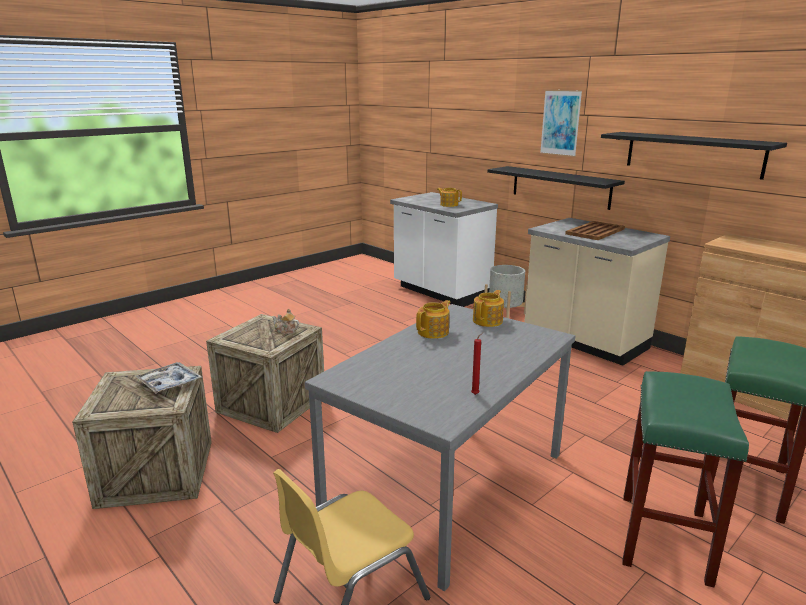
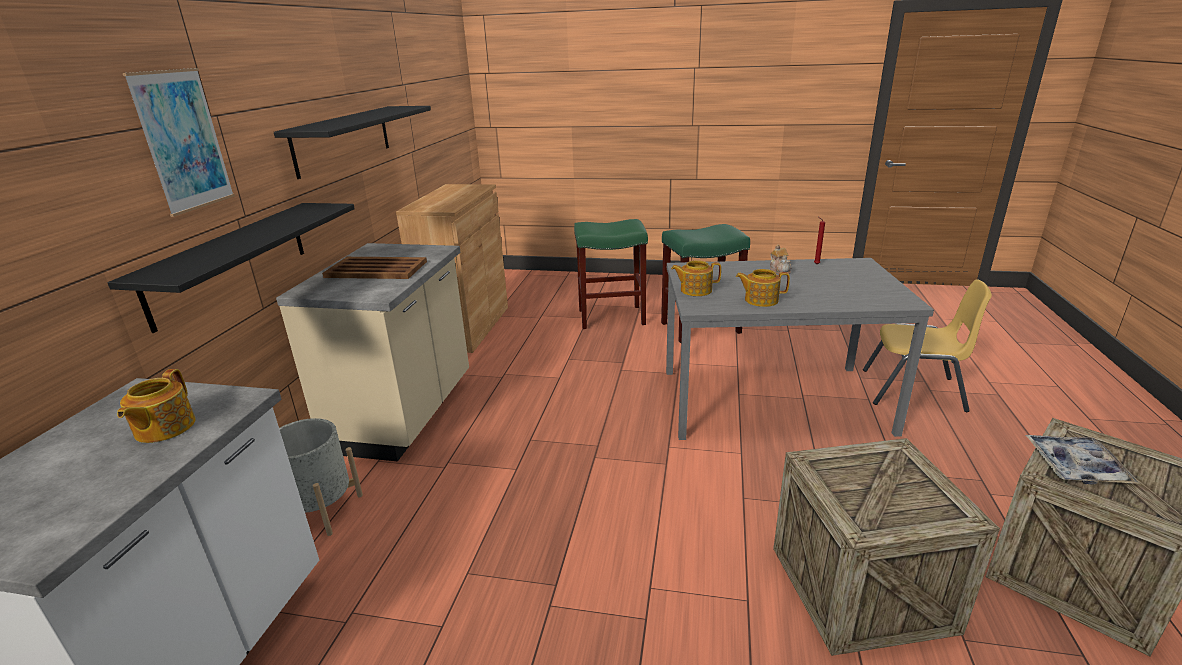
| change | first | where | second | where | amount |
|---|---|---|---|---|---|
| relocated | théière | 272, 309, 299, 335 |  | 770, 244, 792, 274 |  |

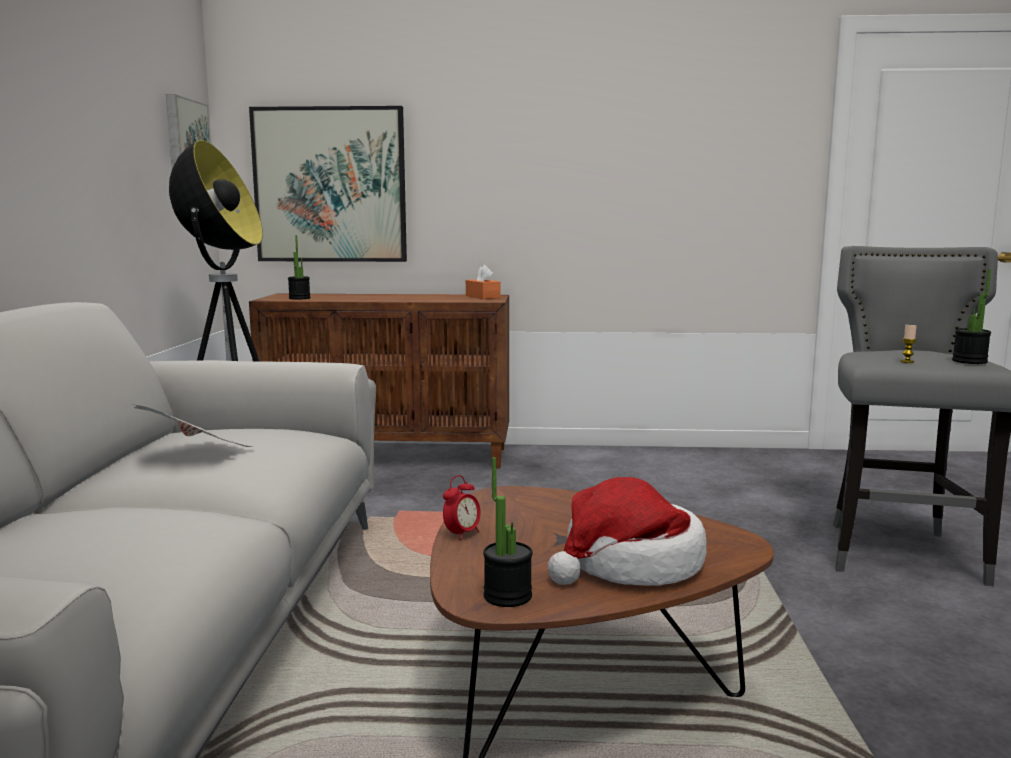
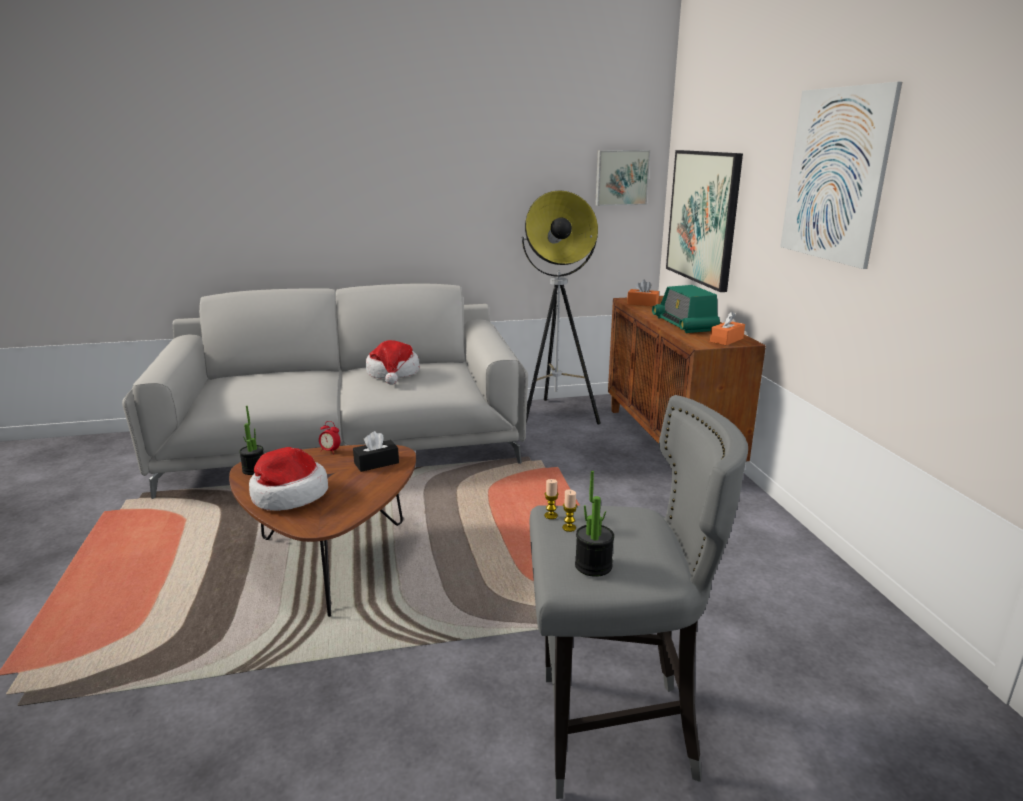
| change | first | where | second | where | amount |
|---|---|---|---|---|---|
| exchanged | journal | 133, 405, 254, 447 | chapeau | 366, 340, 419, 385 |  |
| exchanged | plante en pot | 288, 235, 311, 300 | boîte à mouchoirs [orange] | 627, 280, 659, 306 |  |
| appeared |  |  | boîte à mouchoirs [noir] | 353, 431, 399, 472 |  |
| appeared |  |  | bougie | 544, 479, 558, 519 |  |
| appeared |  |  | radio | 652, 285, 720, 333 |  |
| appeared |  |  | tableau | 780, 82, 902, 269 |  |

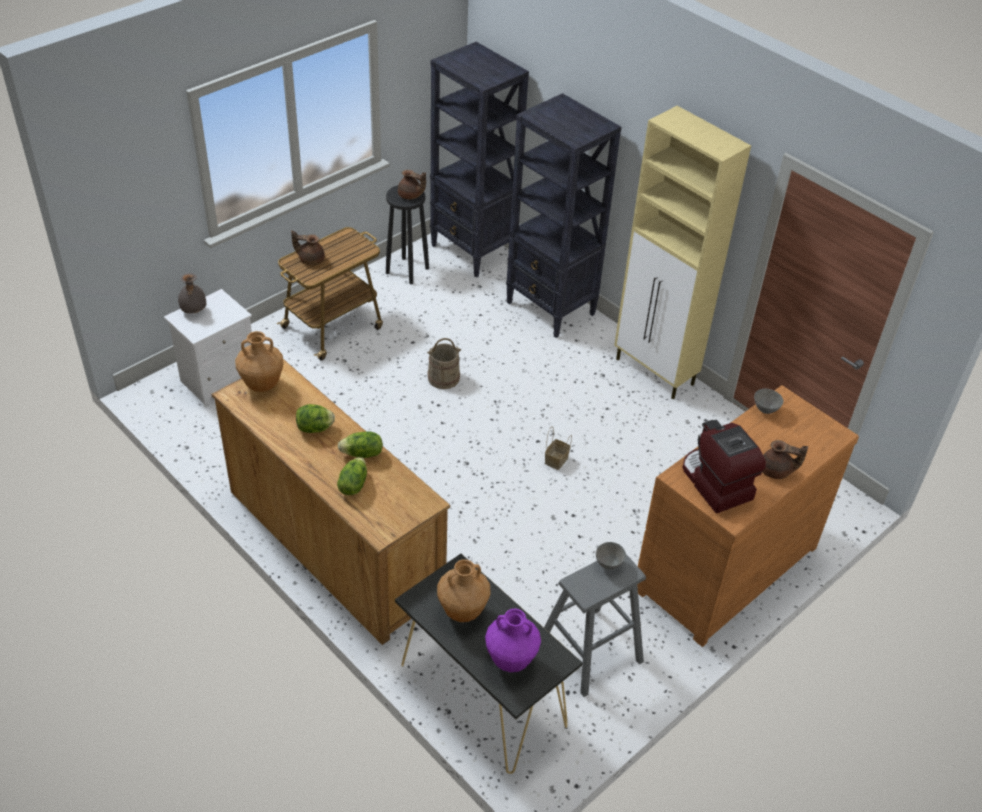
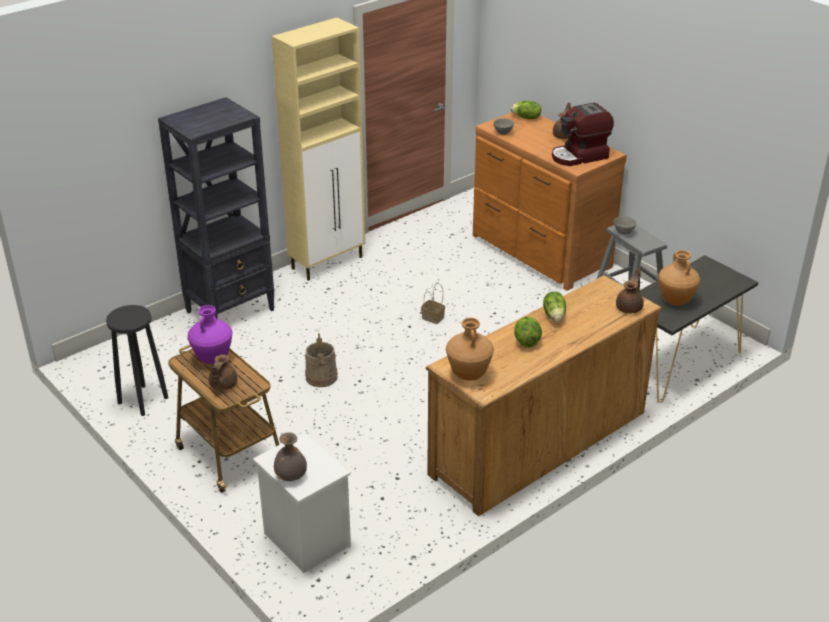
| change | first | where | second | where | amount |
|---|---|---|---|---|---|
| relocated | laitue | 337, 457, 367, 495 |  | 511, 101, 541, 119 |  |
| relocated | théière [marron] | 398, 170, 426, 199 |  | 616, 268, 644, 313 |  |
| missing | bibliothèque [noir] | 430, 42, 529, 278 |  |  |  |
| relocated | vase [violet] | 485, 608, 541, 672 |  | 187, 305, 233, 364 |  |

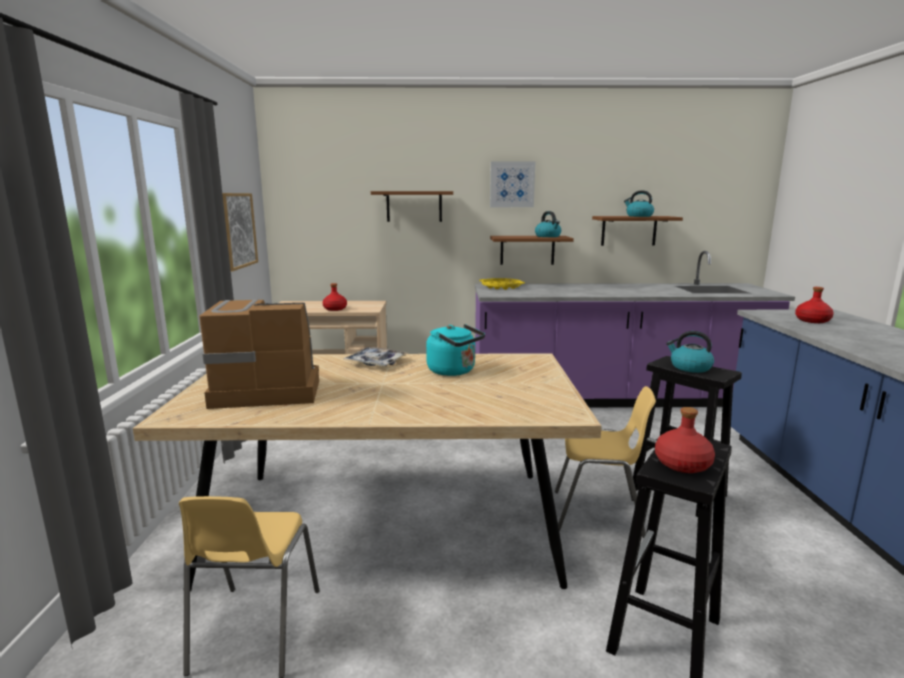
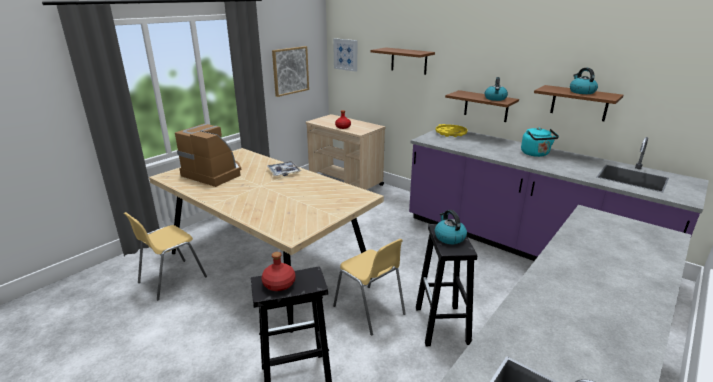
| change | first | where | second | where | amount |
|---|---|---|---|---|---|
| relocated | bouilloire [turquoise] | 426, 324, 485, 376 |  | 521, 127, 559, 157 |  |
| relocated | tableau | 490, 162, 535, 207 |  | 333, 38, 357, 72 |  |
| missing | bouteille [rouge] | 795, 287, 834, 323 |  |  |  |

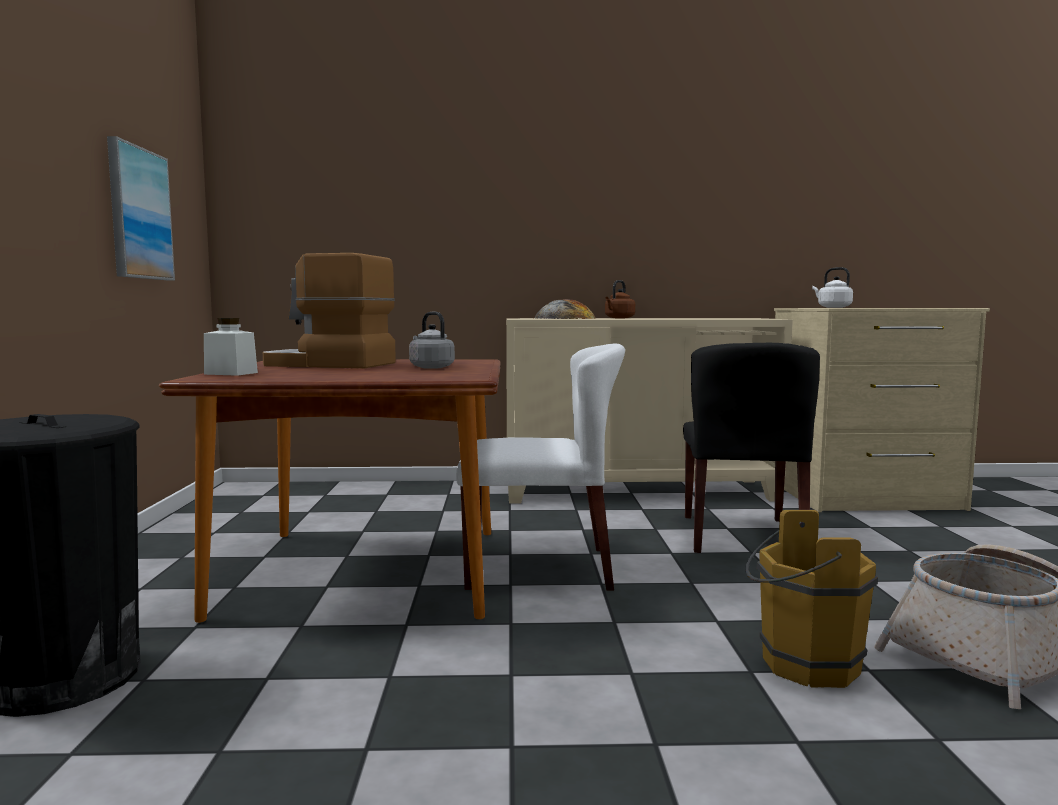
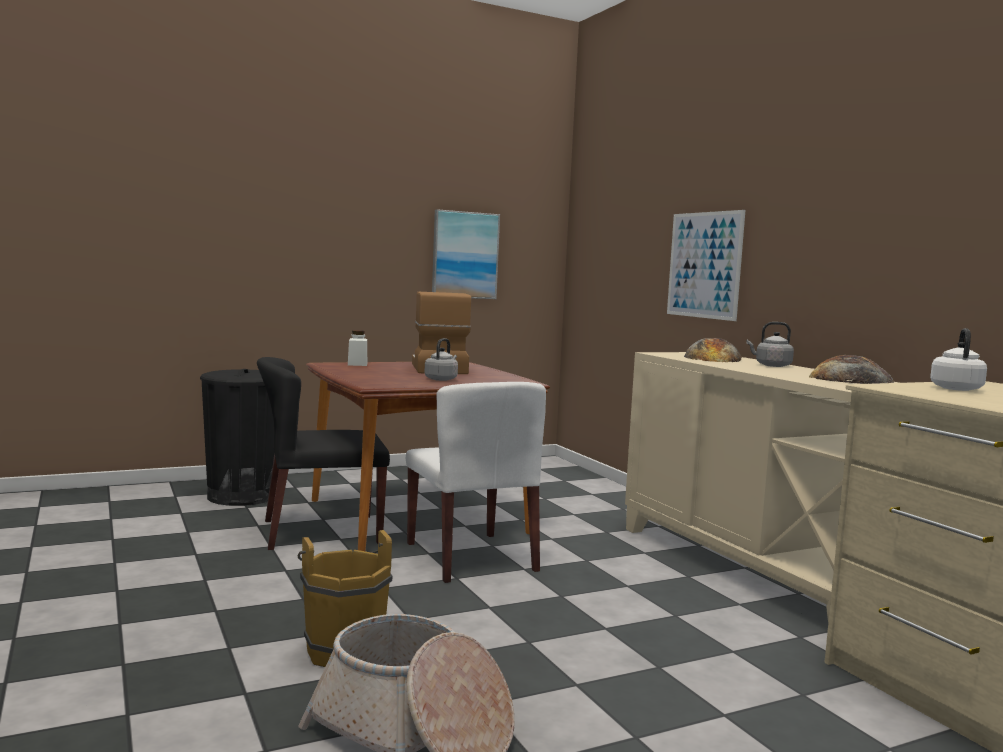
| change | first | where | second | where | amount |
|---|---|---|---|---|---|
| colour | bouilloire [marron] | 605, 280, 635, 318 | bouilloire [gris] | 746, 322, 794, 367 |  |
| relocated | chaise [noir] | 683, 343, 820, 553 |  | 257, 357, 390, 550 |  |
| appeared |  |  | tableau | 667, 210, 745, 321 |  |
| appeared |  |  | pain | 809, 355, 894, 384 |  |

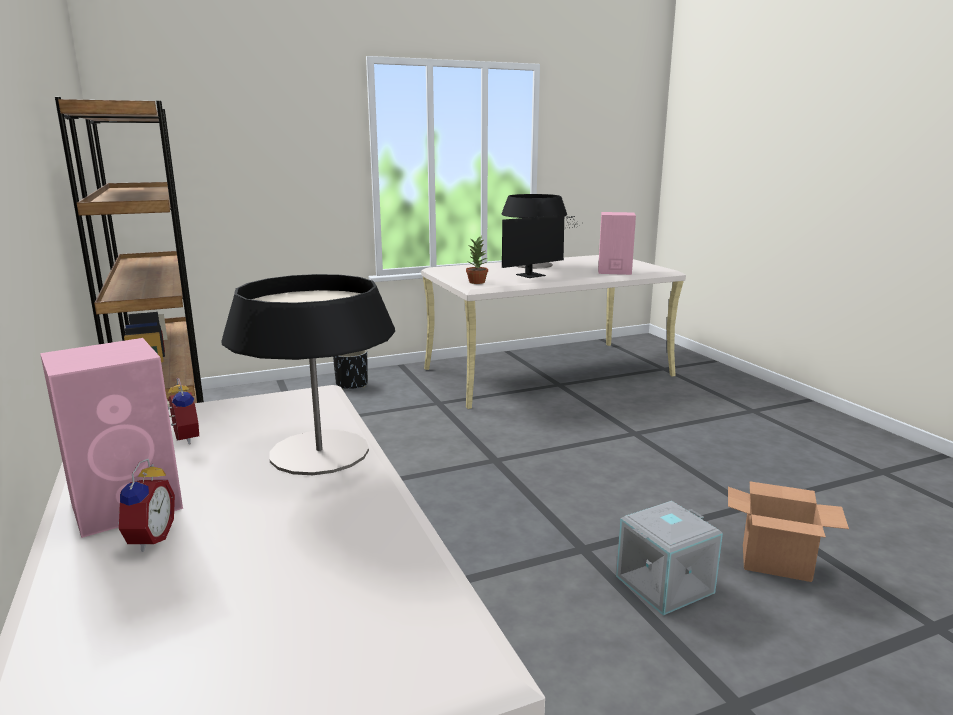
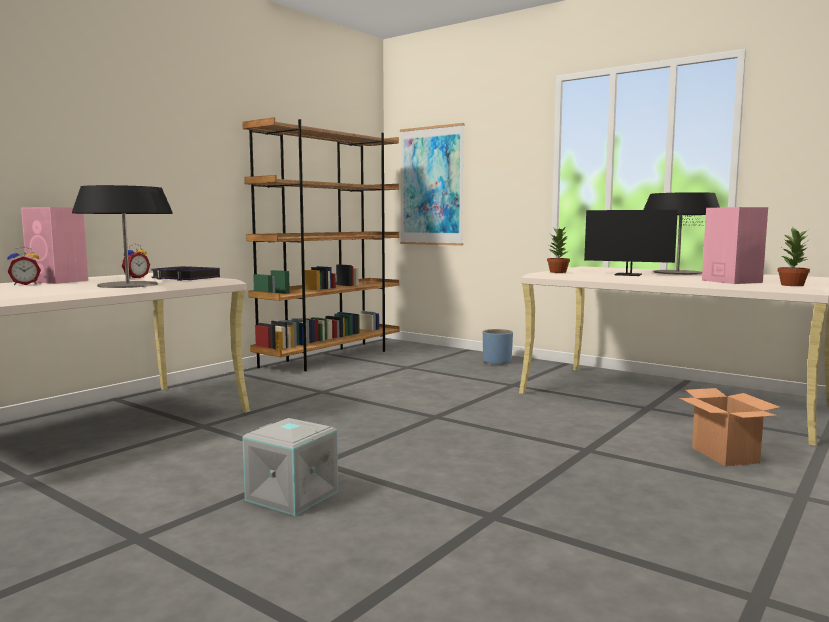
| change | first | where | second | where | amount |
|---|---|---|---|---|---|
| colour | cache-pot [noir] | 333, 350, 368, 390 | cache-pot [bleu] | 483, 329, 513, 365 |  |
| relocated | carton | 728, 481, 849, 582 |  | 679, 388, 781, 466 |  |
| appeared |  |  | livre | 151, 266, 220, 281 |  |
| appeared |  |  | tableau | 400, 123, 464, 246 |  |
| appeared |  |  | plante en pot | 778, 228, 810, 286 |  |

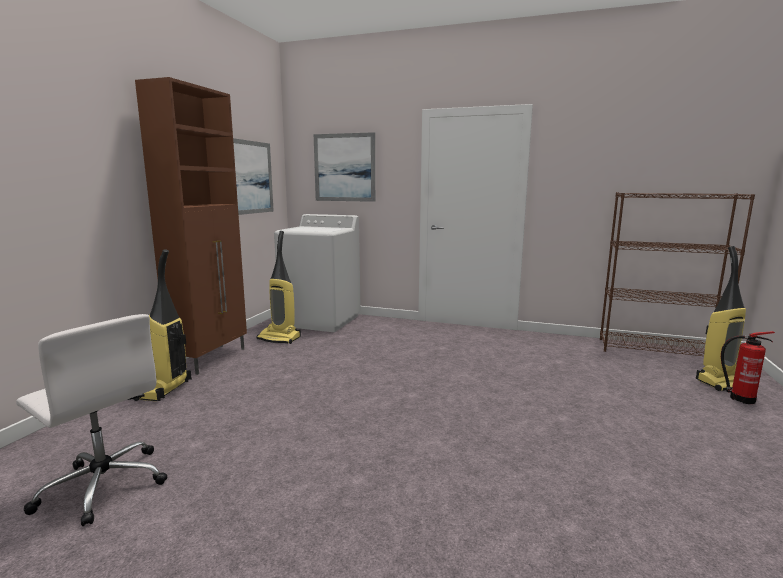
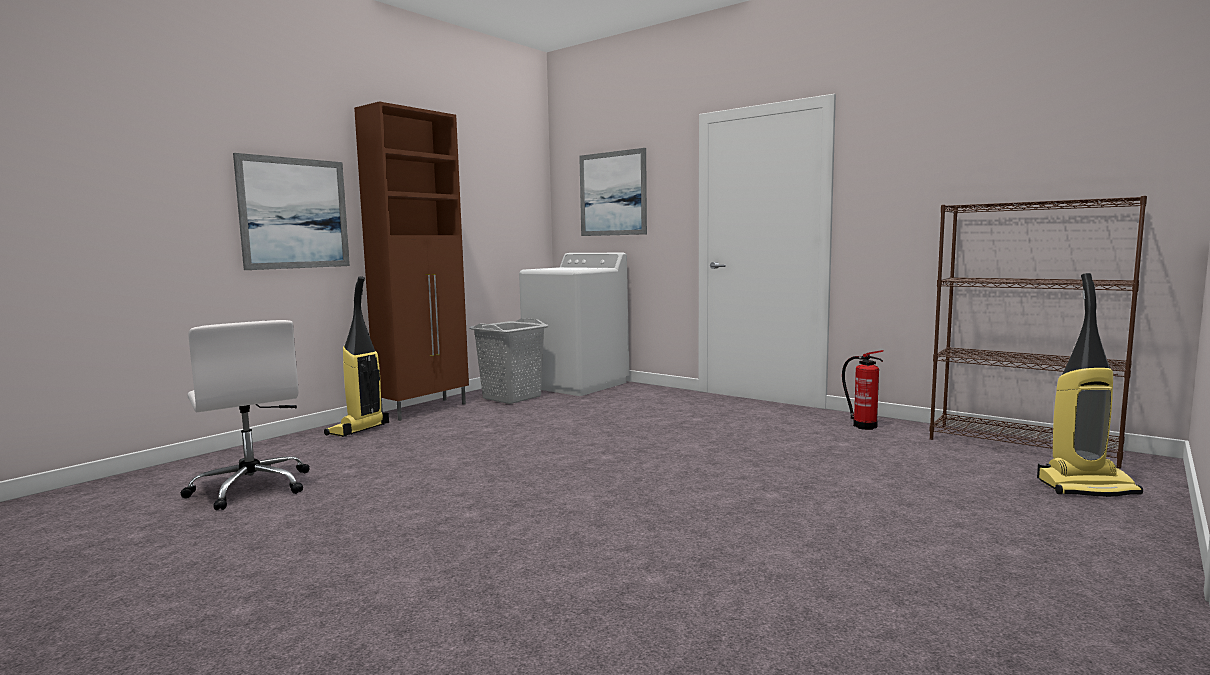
| change | first | where | second | where | amount |
|---|---|---|---|---|---|
| relocated | tableau | 233, 138, 274, 215 |  | 233, 153, 350, 270 |  |
| exchanged | aspirateur | 256, 231, 301, 344 | panier à linge [gris] | 470, 318, 549, 404 |  |
| relocated | extincteur | 721, 331, 775, 404 |  | 842, 350, 884, 430 |  |

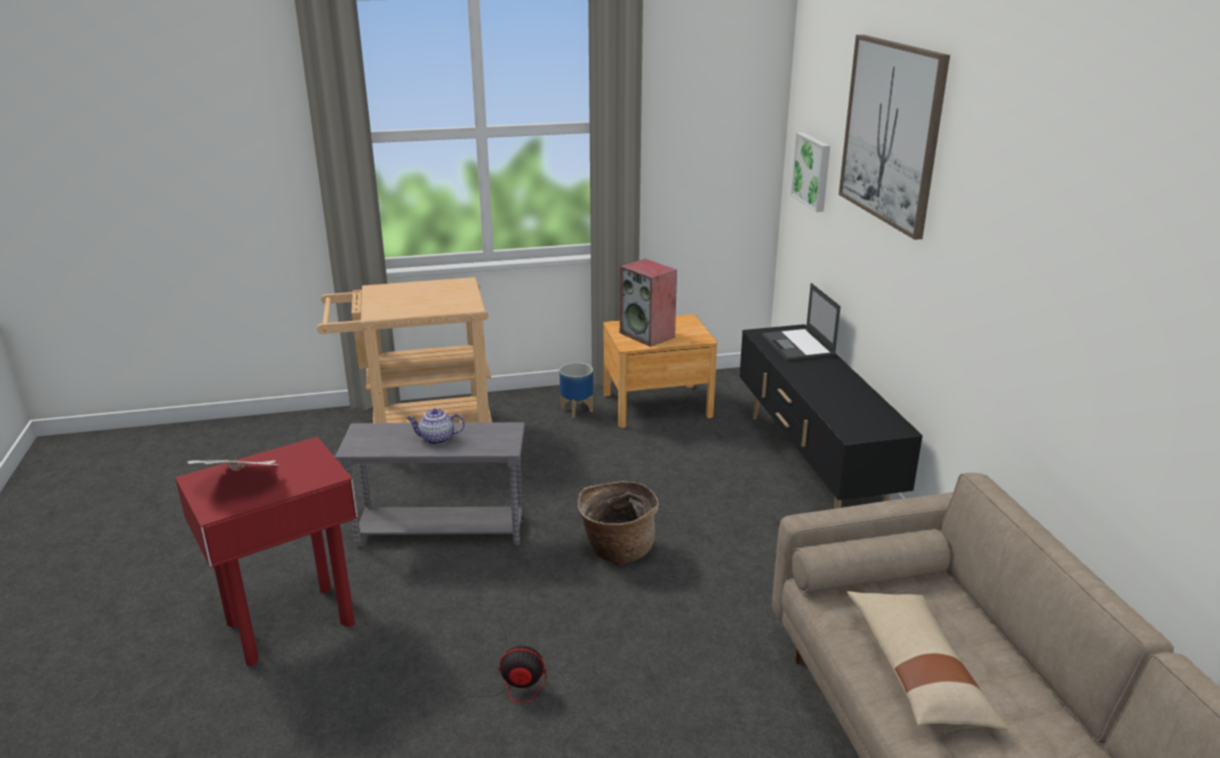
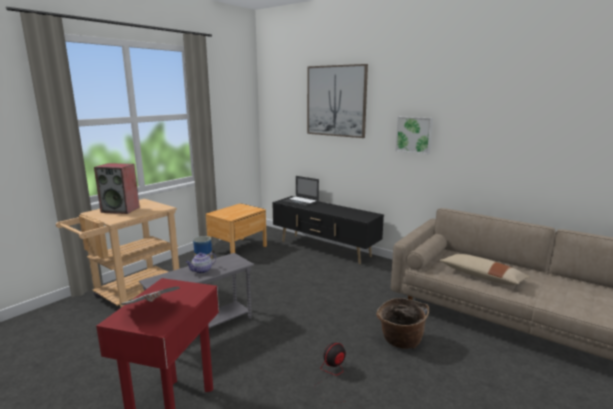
| change | first | where | second | where | amount |
|---|---|---|---|---|---|
| relocated | panier | 578, 481, 659, 566 |  | 376, 298, 429, 349 |  |
| relocated | enceinte | 620, 259, 677, 347 |  | 94, 163, 140, 214 |  |
| relocated | tableau | 791, 132, 830, 212 |  | 396, 117, 433, 154 |  |

